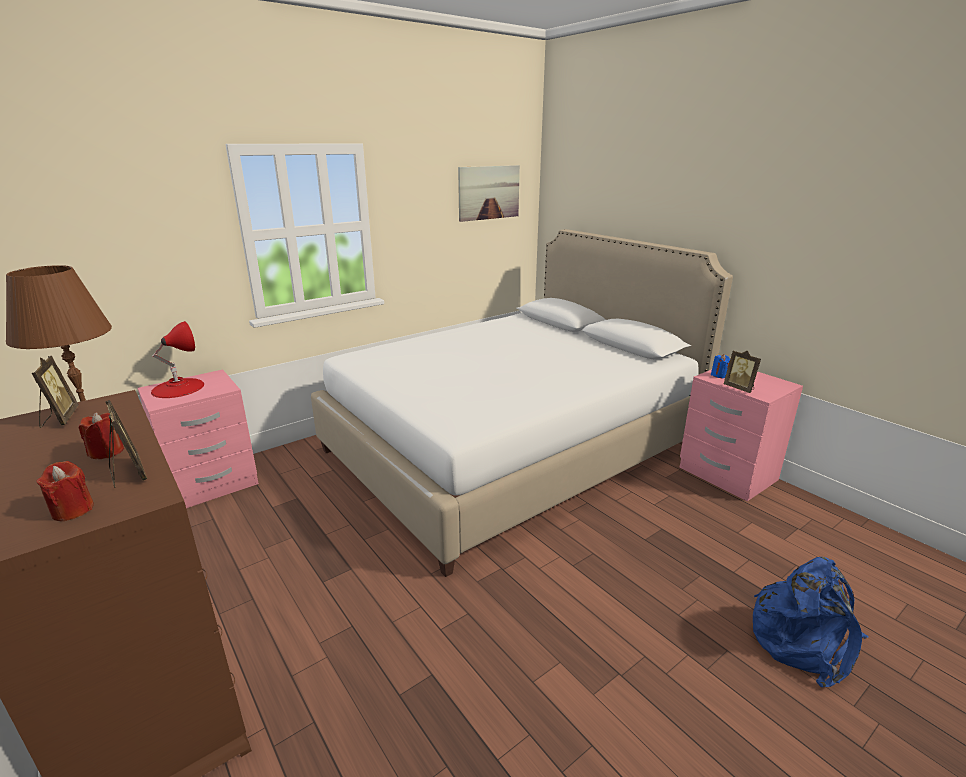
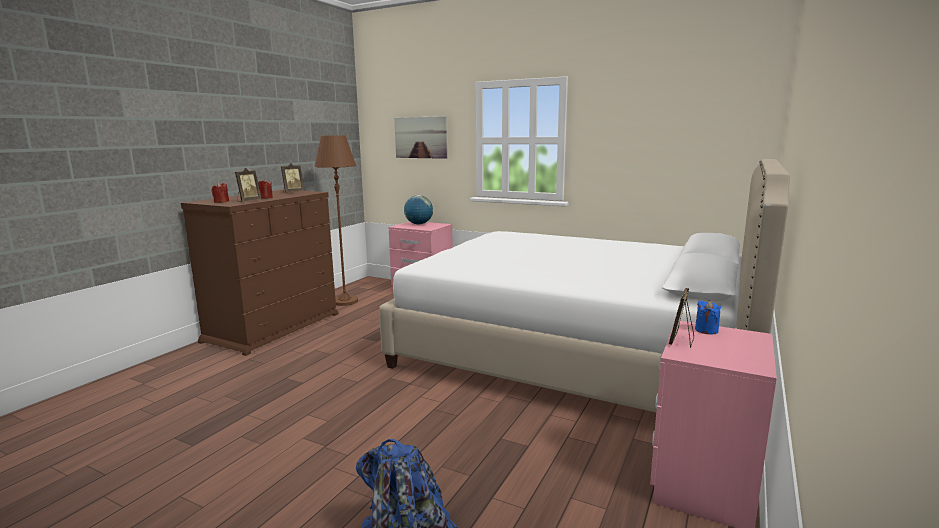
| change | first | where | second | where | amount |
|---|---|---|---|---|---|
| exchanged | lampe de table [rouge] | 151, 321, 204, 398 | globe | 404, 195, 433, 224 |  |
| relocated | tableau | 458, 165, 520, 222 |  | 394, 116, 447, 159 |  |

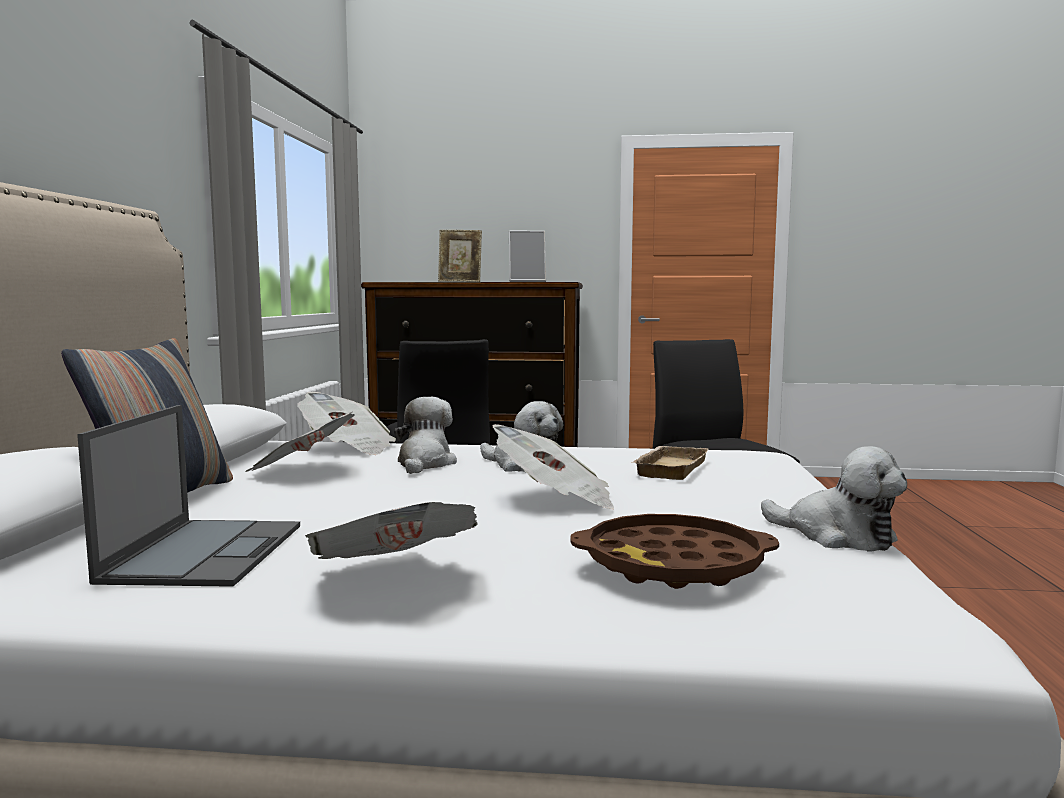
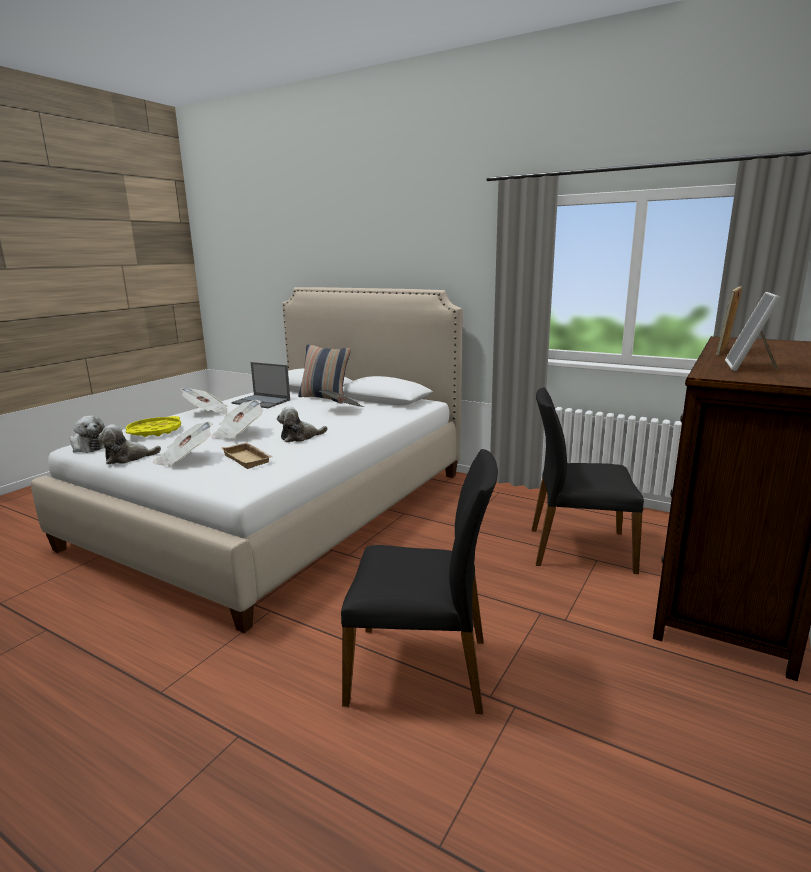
| change | first | where | second | where | amount |
|---|---|---|---|---|---|
| relocated | journal | 297, 392, 396, 455 |  | 153, 422, 213, 466 |  |
| relocated | peluche | 394, 397, 457, 474 |  | 70, 415, 105, 453 |  |
| colour | plateau [marron] | 570, 514, 779, 589 | plateau [jaune] | 125, 416, 181, 437 |  |

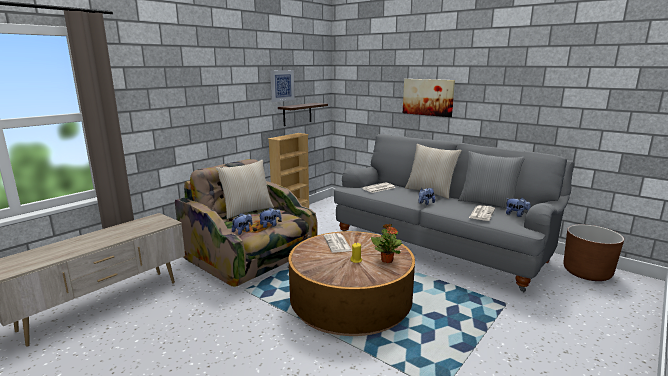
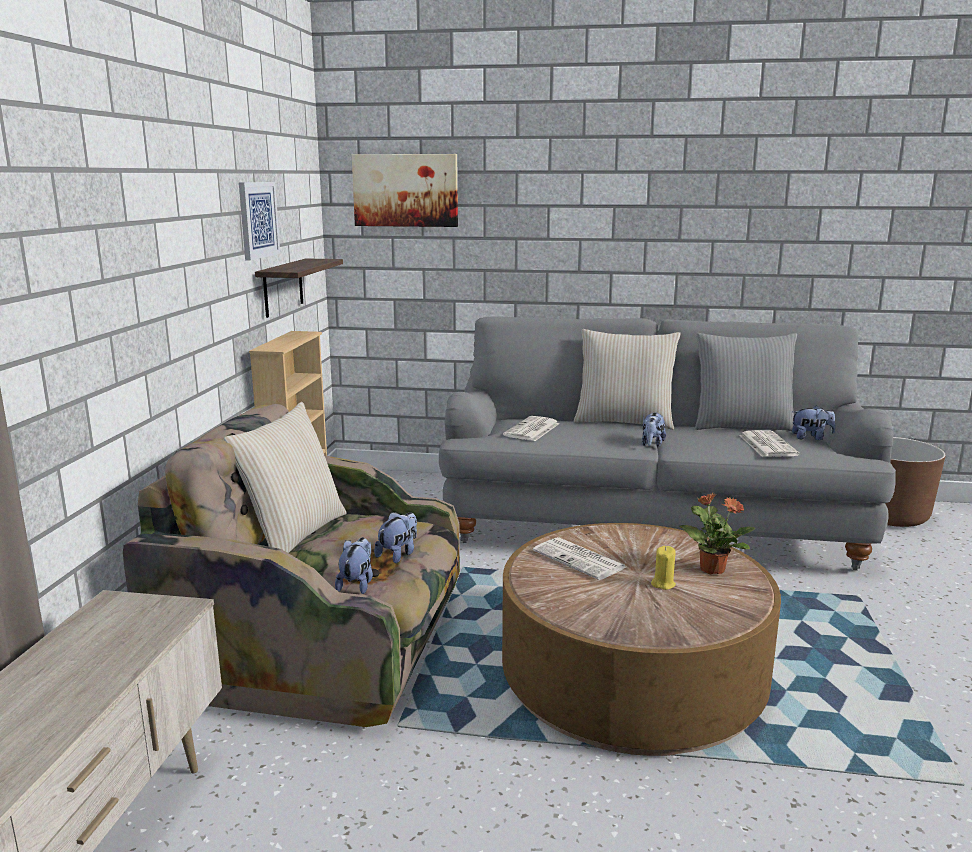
| change | first | where | second | where | amount |
|---|---|---|---|---|---|
| relocated | tableau | 403, 79, 455, 117 |  | 352, 154, 458, 227 |  |

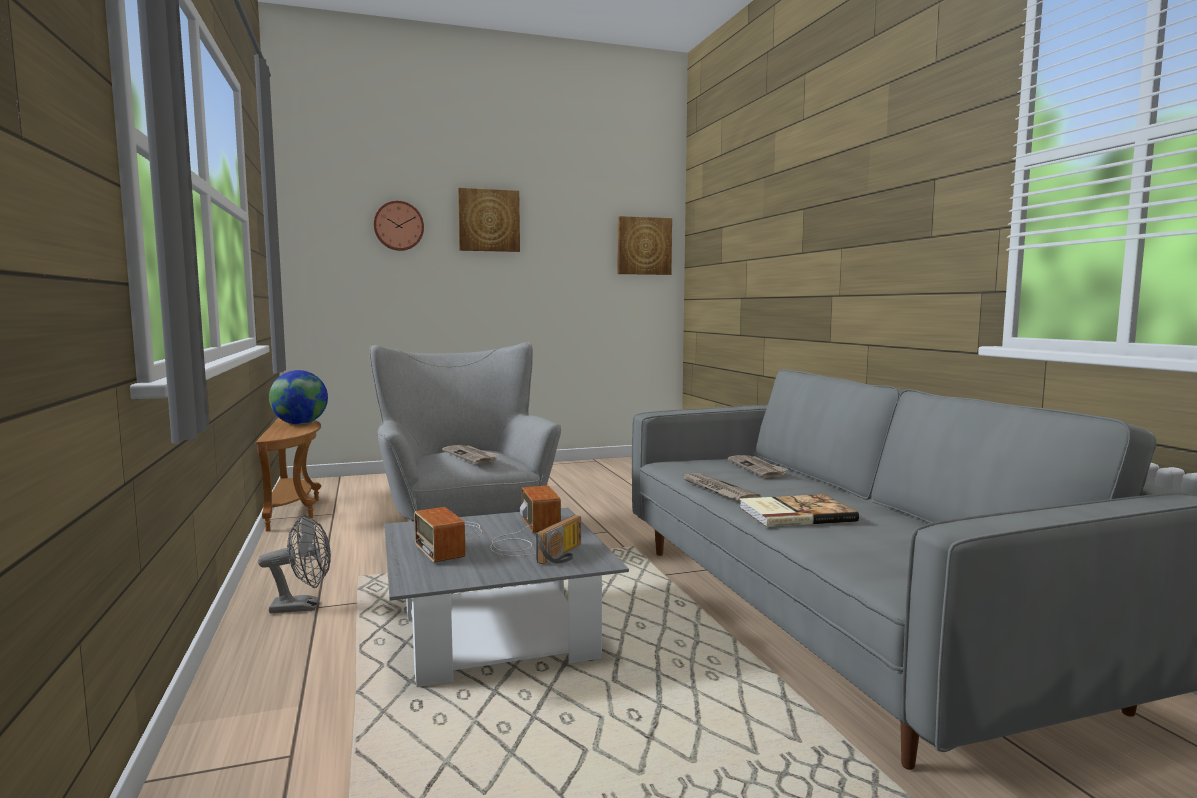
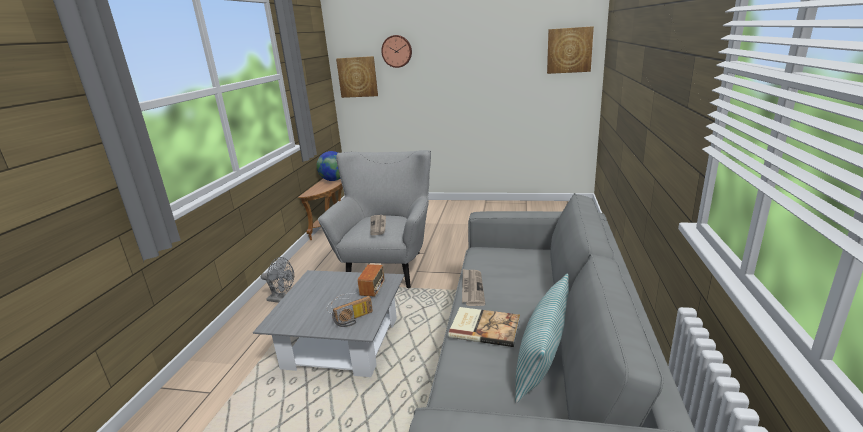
| change | first | where | second | where | amount |
|---|---|---|---|---|---|
| missing | radio | 414, 507, 482, 562 |  |  |  |
| relocated | tableau | 458, 188, 520, 252 |  | 336, 56, 378, 98 |  |
| missing | journal | 728, 455, 788, 478 |  |  |  |
| appeared |  |  | coussin | 515, 273, 569, 403 |  |

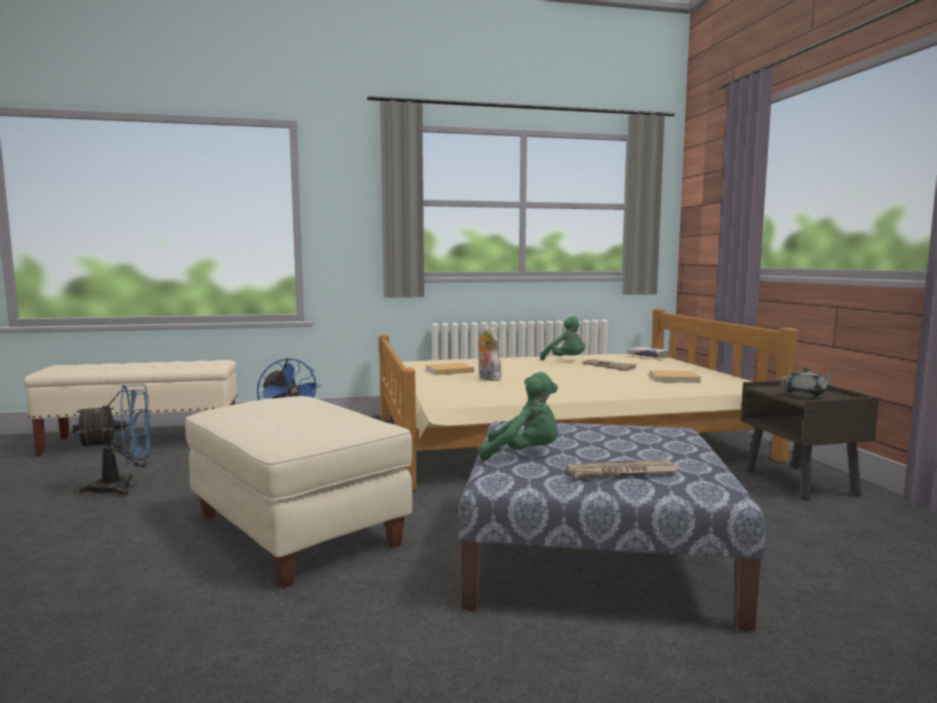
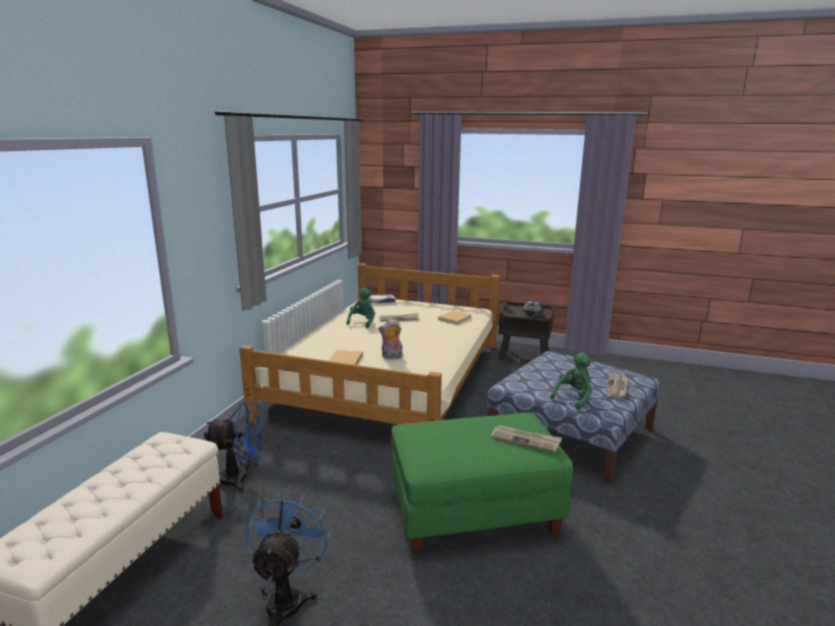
| change | first | where | second | where | amount |
|---|---|---|---|---|---|
| colour | pouf [beige] | 185, 396, 412, 588 | pouf [vert] | 391, 412, 573, 554 |  |
| spun | peluche [vert] | 540, 316, 585, 360 |  | 346, 288, 375, 328 | 60 degrees counterclockwise |
| appeared |  |  | journal | 490, 425, 562, 452 |  |

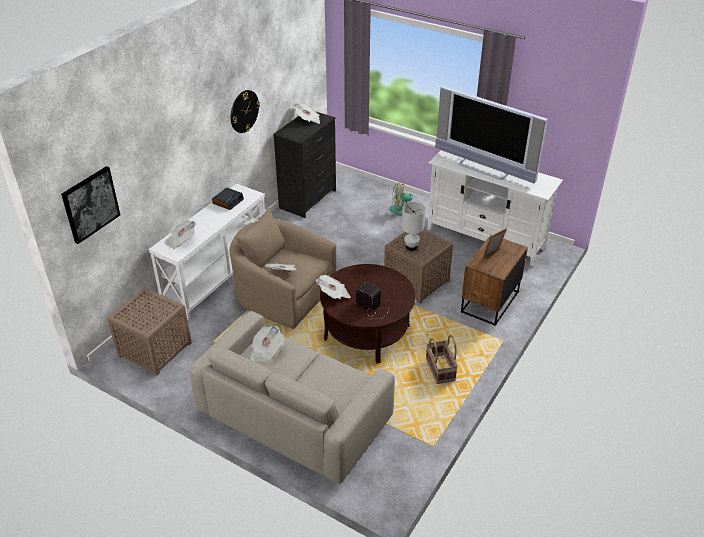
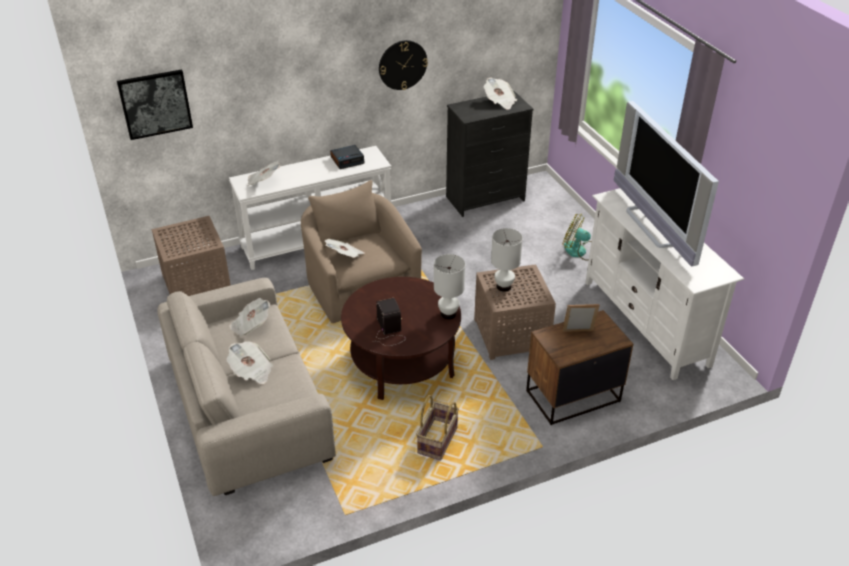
| change | first | where | second | where | amount |
|---|---|---|---|---|---|
| relocated | journal | 316, 275, 351, 299 |  | 227, 341, 274, 384 |  |
| appeared |  |  | lampe de table [blanc] | 434, 254, 465, 319 |  |

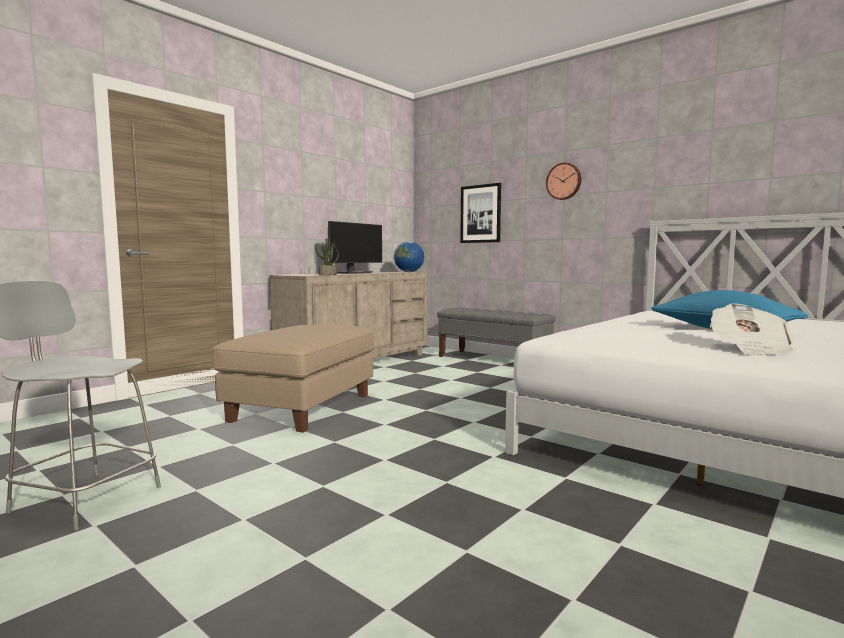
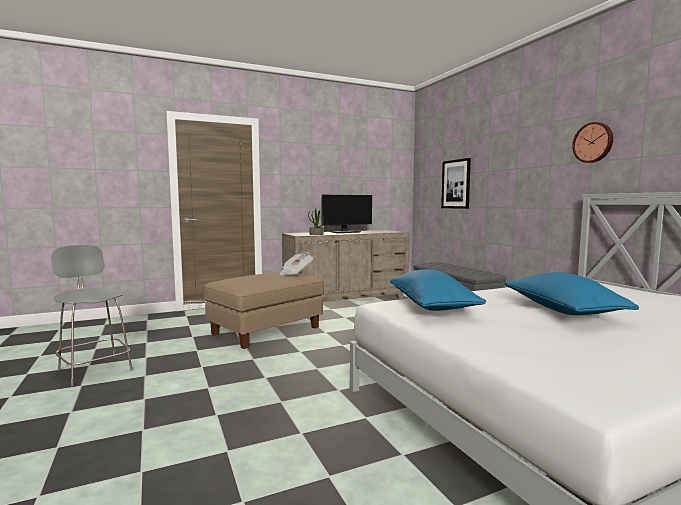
| change | first | where | second | where | amount |
|---|---|---|---|---|---|
| missing | globe | 394, 241, 424, 272 |  |  |  |
| relocated | horloge murale | 546, 163, 581, 200 |  | 572, 122, 613, 163 |  |
| relocated | journal | 710, 303, 793, 356 |  | 279, 252, 313, 275 |  |
| appeared |  |  | coussin [bleu] | 390, 269, 486, 311 |  |

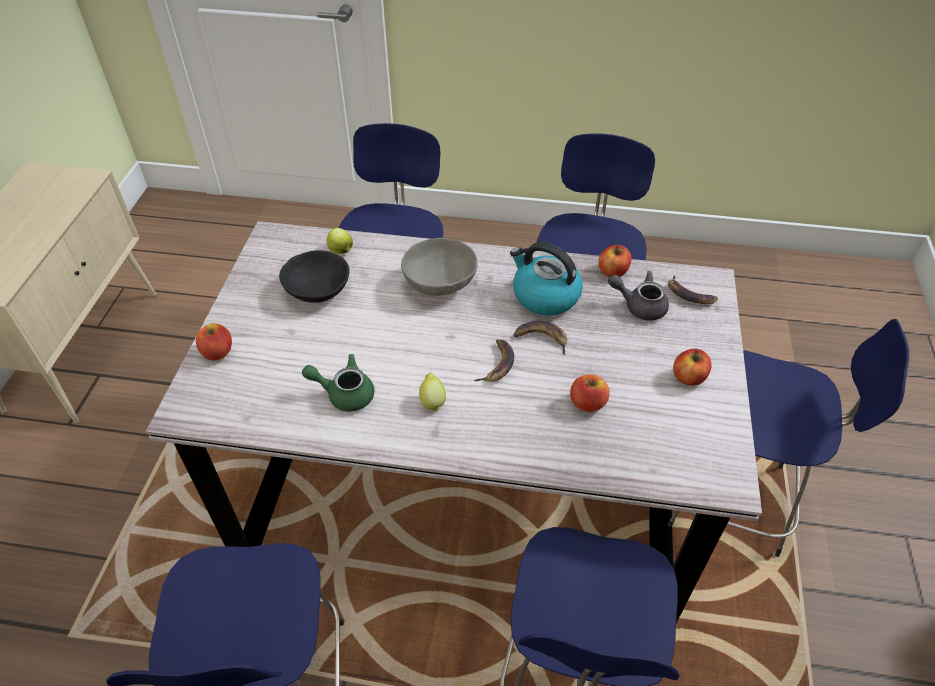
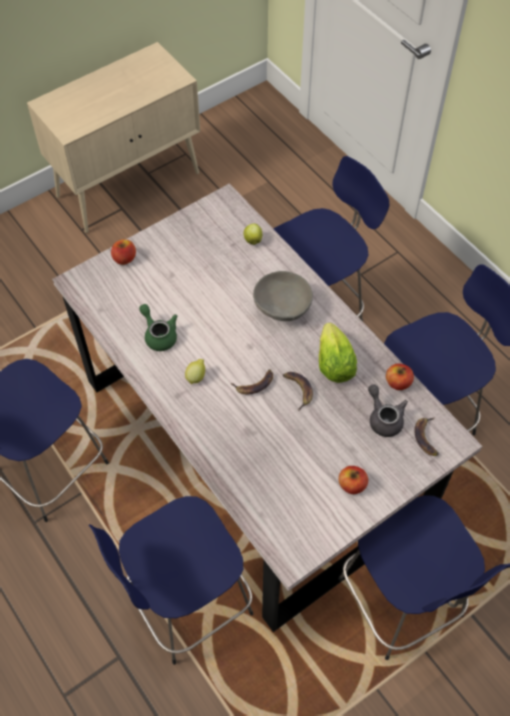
| change | first | where | second | where | amount |
|---|---|---|---|---|---|
| missing | bol [noir] | 279, 250, 350, 303 |  |  |  |
| exchanged | bouilloire | 510, 242, 583, 316 | laitue | 319, 323, 357, 383 |  |
| missing | pomme | 570, 374, 610, 412 |  |  |  |

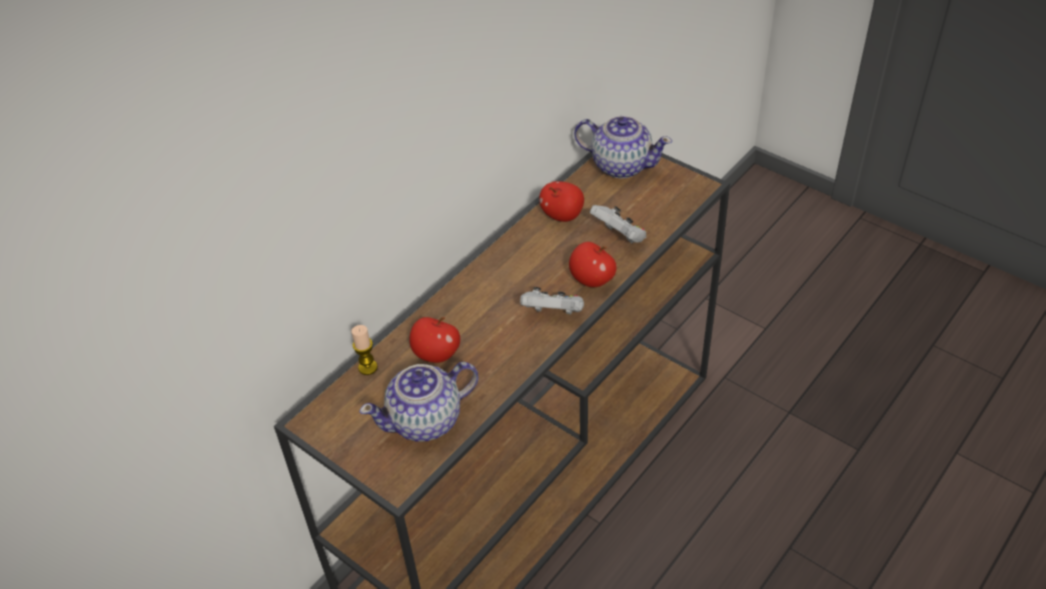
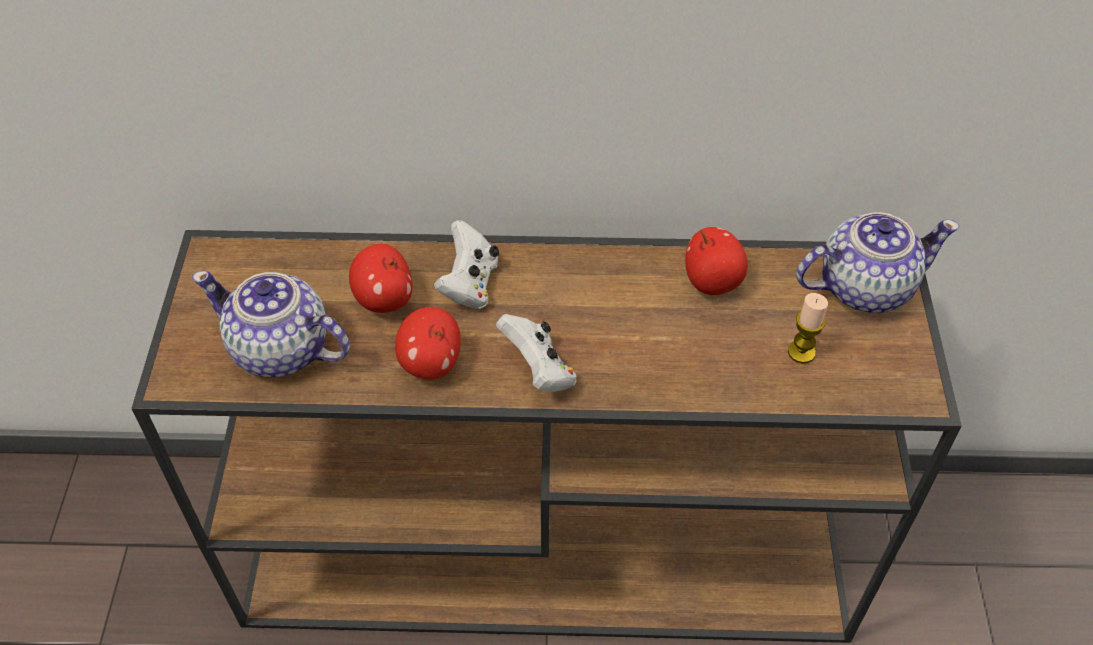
| change | first | where | second | where | amount |
|---|---|---|---|---|---|
| relocated | bougie | 351, 325, 378, 375 |  | 788, 293, 828, 363 |  |
| relocated | pomme | 569, 242, 617, 287 |  | 395, 307, 461, 379 |  |
| spun | théière | 574, 116, 672, 178 |  | 796, 212, 960, 313 | 90 degrees counterclockwise |
| relocated | manette [blanc] | 590, 205, 646, 243 |  | 434, 221, 499, 309 |  |

